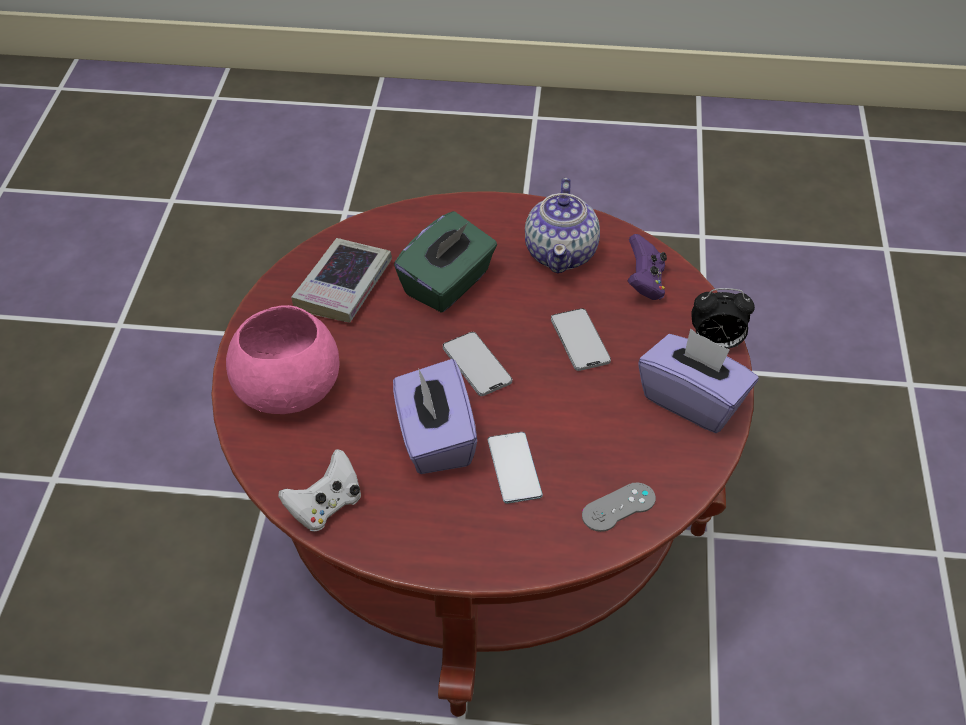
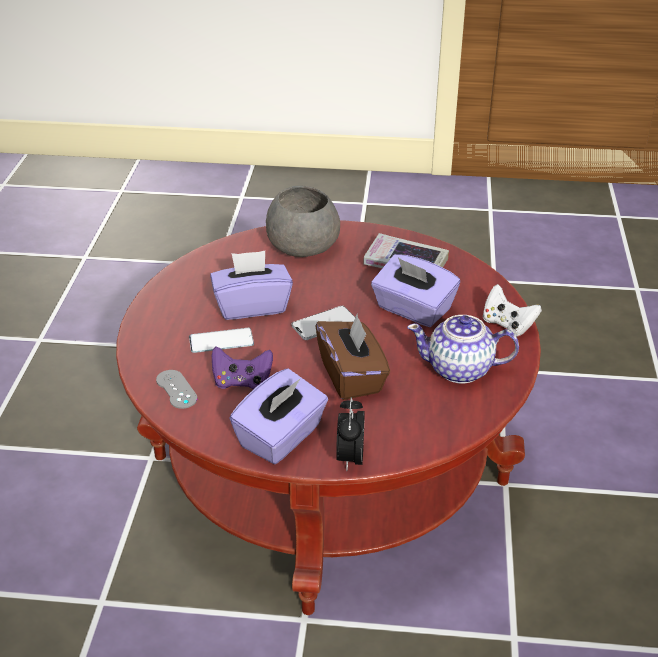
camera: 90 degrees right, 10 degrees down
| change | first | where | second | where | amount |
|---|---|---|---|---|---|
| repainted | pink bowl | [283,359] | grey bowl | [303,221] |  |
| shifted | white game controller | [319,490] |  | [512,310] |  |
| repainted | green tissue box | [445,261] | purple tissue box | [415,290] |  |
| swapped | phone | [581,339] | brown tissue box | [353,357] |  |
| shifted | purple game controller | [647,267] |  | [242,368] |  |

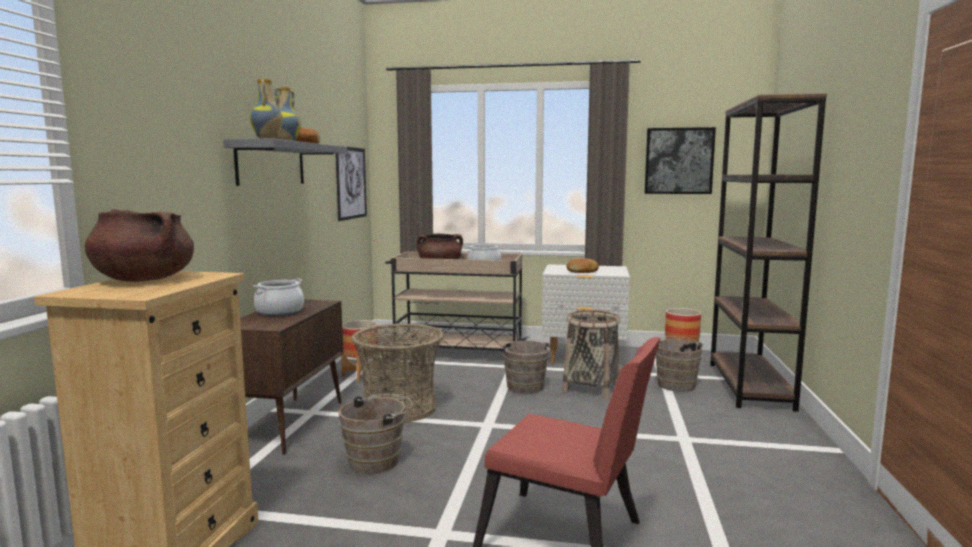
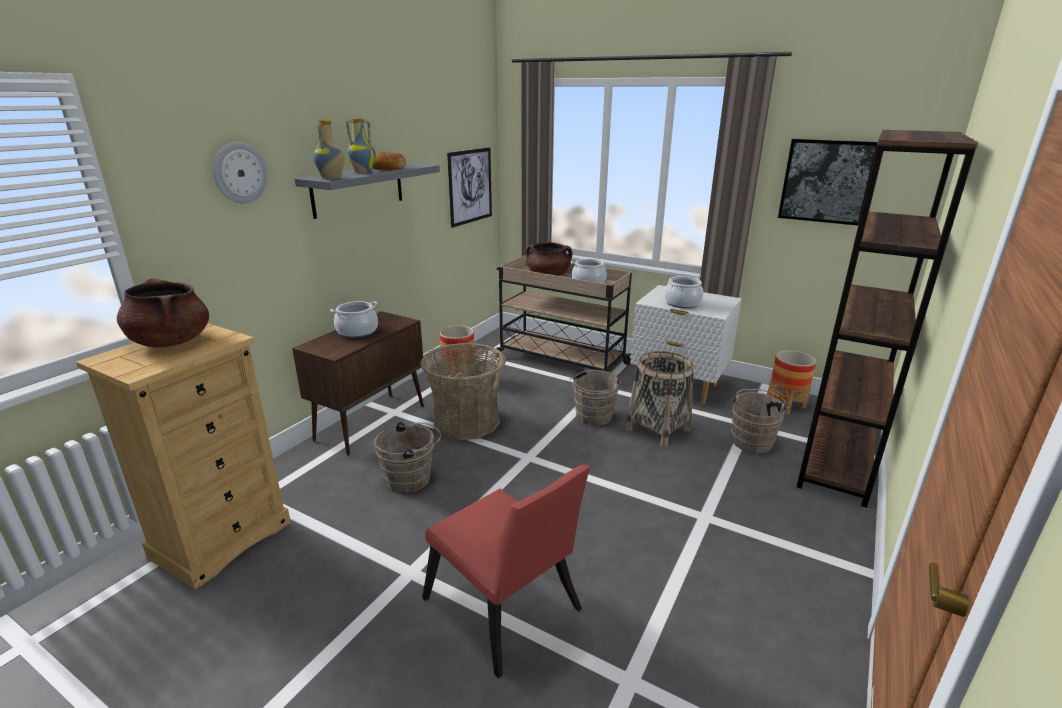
camera: 20 degrees right, 15 degrees up
| change | first | where | second | where | amount |
|---|---|---|---|---|---|
| swapped | bread | [582,265] | cooking pot | [683,291] |  |
| new |  |  | wall clock | [240,172] |  |

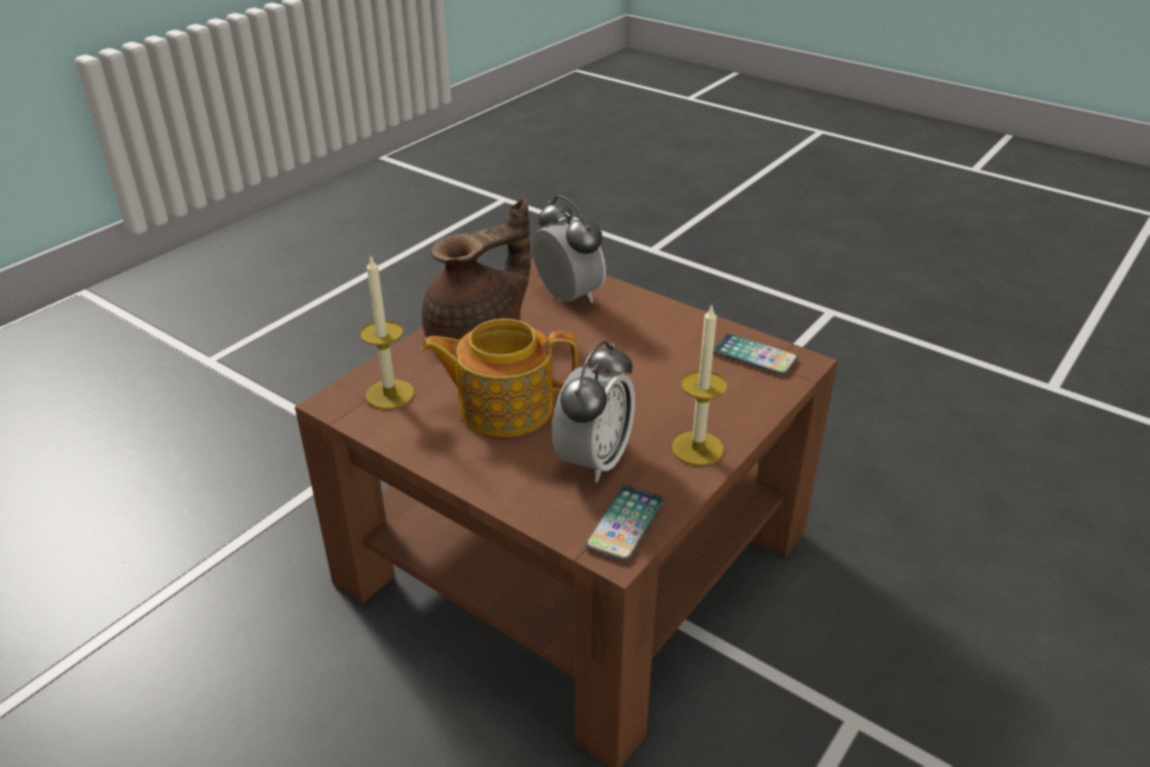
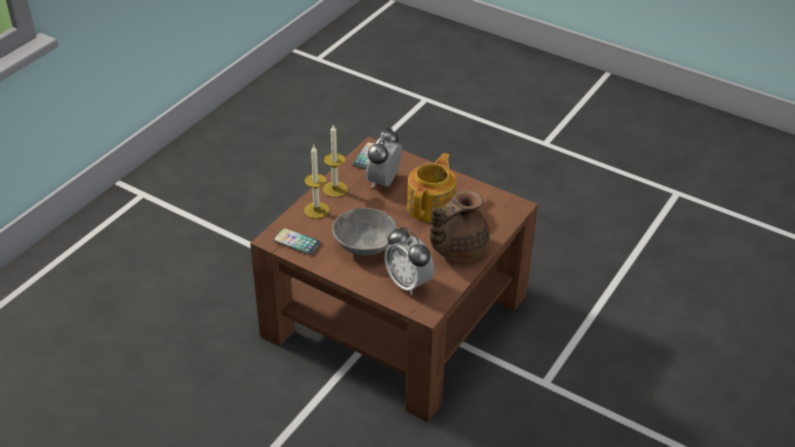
camera: 175 degrees right, 5 degrees up
| change | first | where | second | where | amount |
|---|---|---|---|---|---|
| shifted | candle | [387,332] |  | [317,182] |  |
| rotated | teapot | [499,377] |  | [431,188] | 60 degrees counterclockwise |
| new |  |  | grey bowl | [364,232] |  |

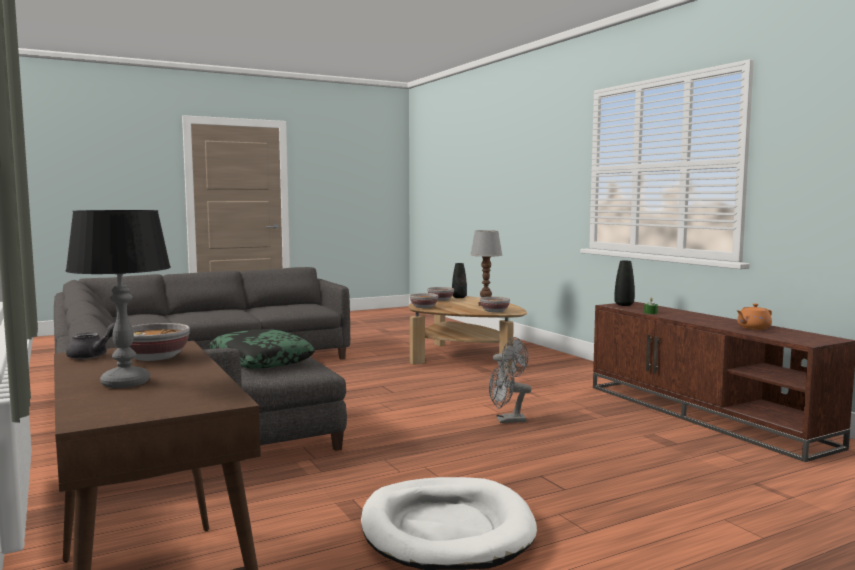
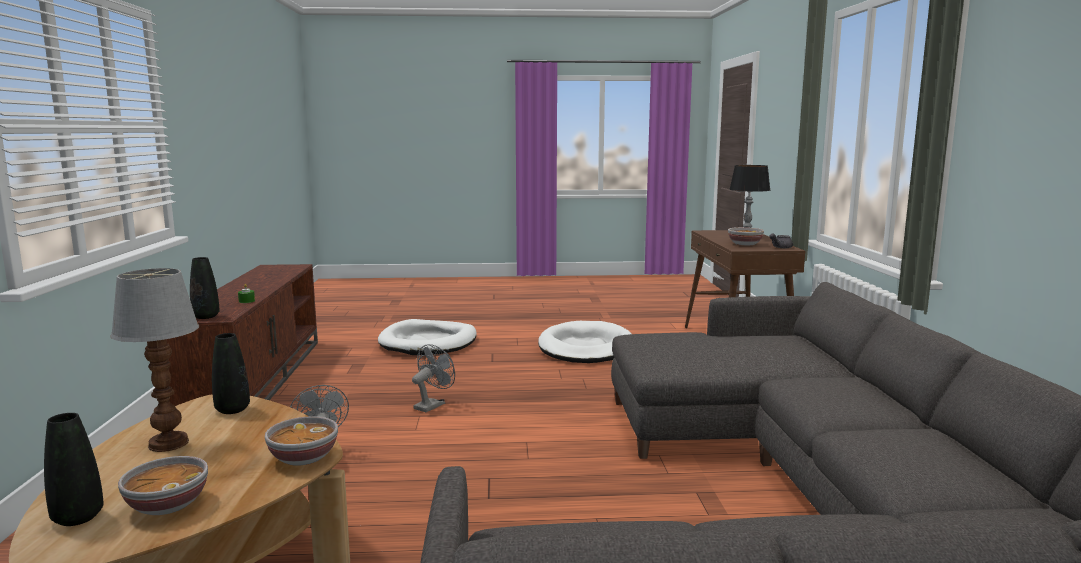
camera: 155 degrees left, 5 degrees up
| change | first | where | second | where | amount |
|---|---|---|---|---|---|
| gone | pillow | [262,349] |  |  |  |
| swapped | bowl | [495,304] | black vase | [231,373] |  |
| rotated | grey fan | [510,392] |  | [433,378] | 75 degrees counterclockwise |
| gone | orange teapot | [754,316] |  |  |  |
| new |  |  | white dog bed | [427,337] |  |

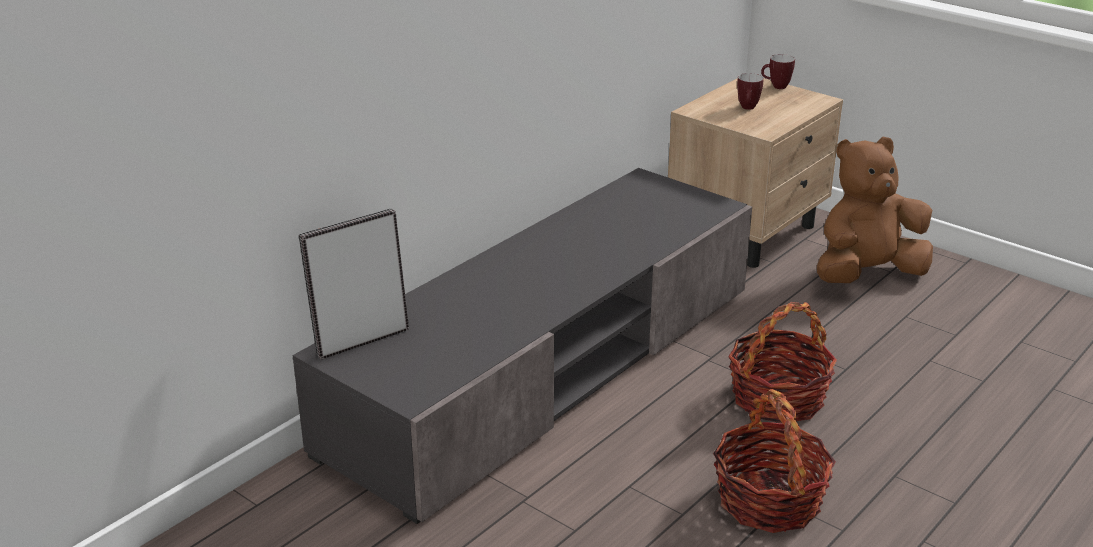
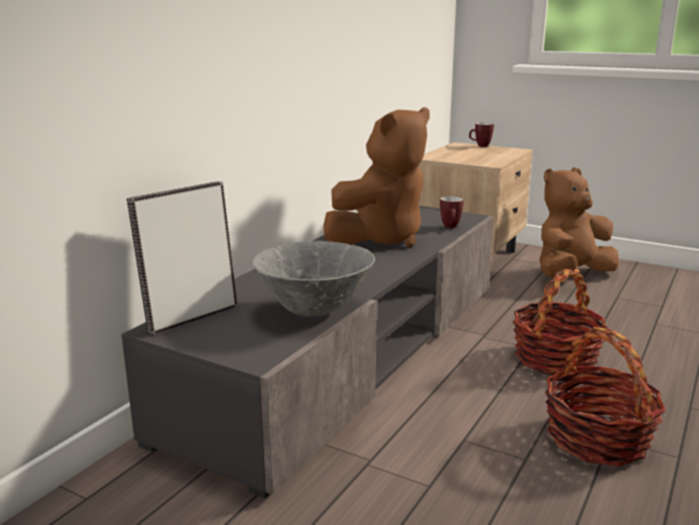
camera: 10 degrees left, 10 degrees down
| change | first | where | second | where | amount |
|---|---|---|---|---|---|
| shifted | mug | [750,91] |  | [452,212] |  |
| new |  |  | grey bowl | [313,279] |  |
| new |  |  | brown plush toy | [376,177] |  |

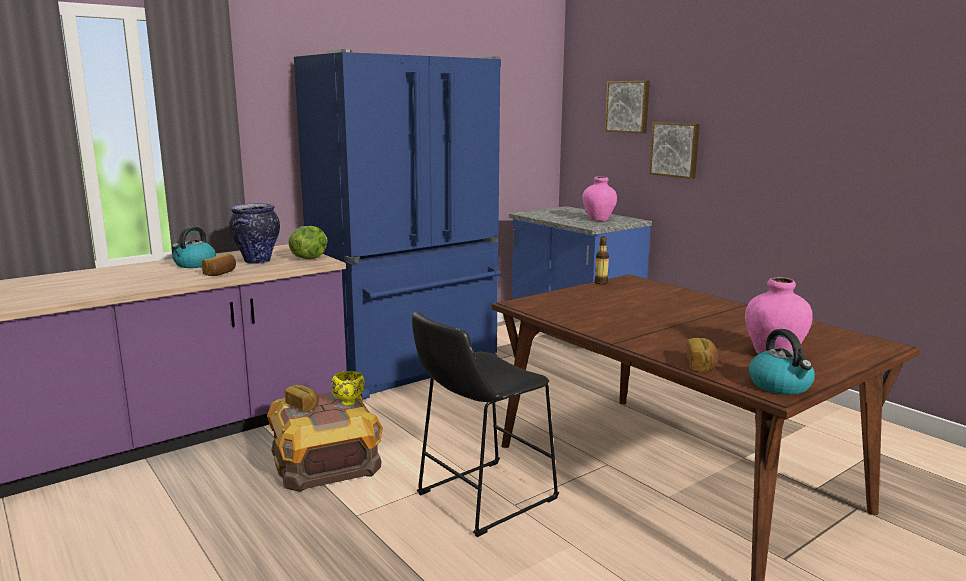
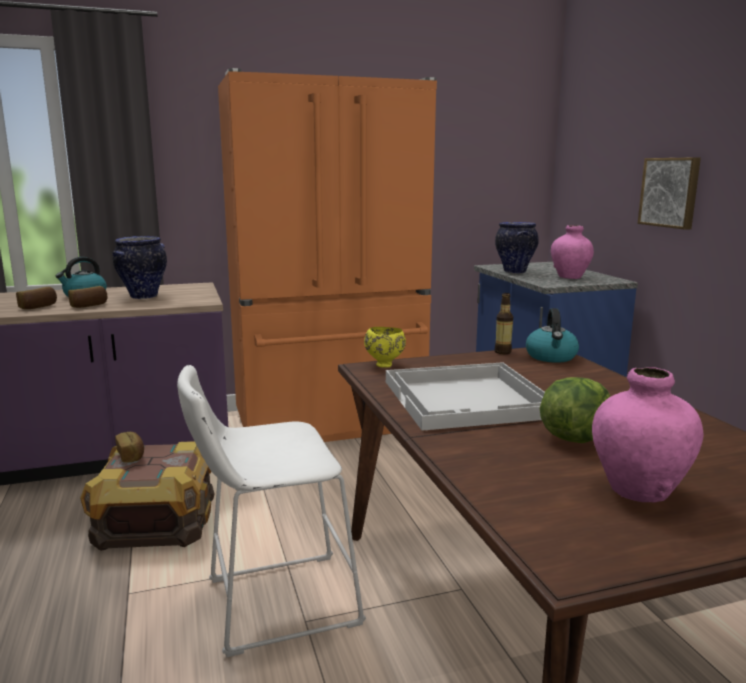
camera: 20 degrees right, 0 degrees up
| change | first | where | second | where | amount |
|---|---|---|---|---|---|
| shifted | lettuce | [308,242] |  | [575,410] |  |
| repainted | blue fridge | [397,224] | orange fridge | [327,255] |  |
| shifted | yellow bowl | [348,388] |  | [385,347] |  |
| repainted | black stool | [485,424] | white stool | [271,511] |  |
| gone | picture | [627,107] |  |  |  |
| shifted | bread | [702,355] |  | [36,298] |  |
| shifted | kettle | [782,362] |  | [552,335] |  |
| new |  |  | white tray | [465,396] |  |
| new |  |  | vase | [517,247] |  |

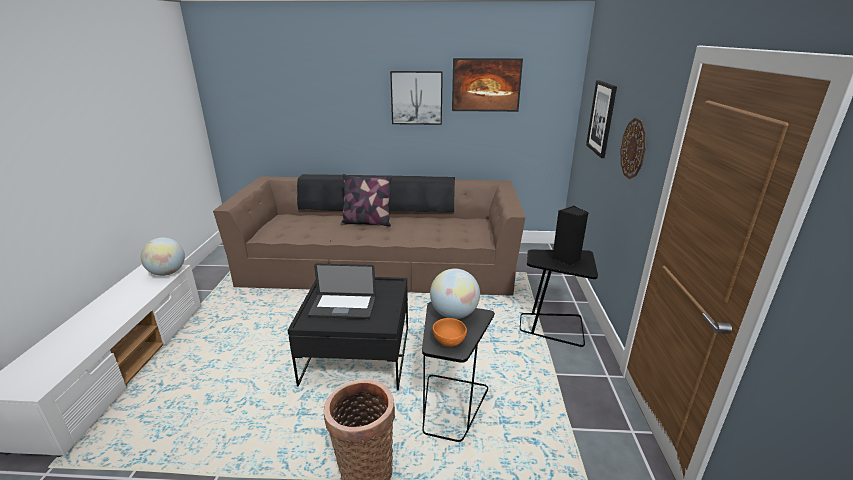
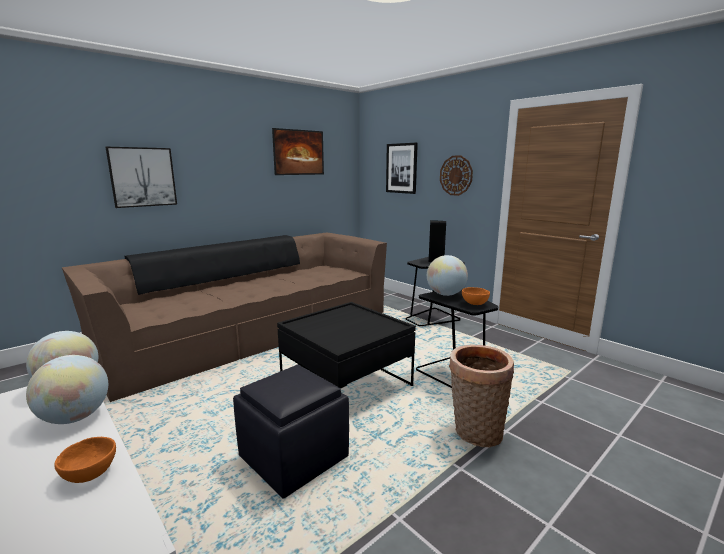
camera: 45 degrees left, 10 degrees down
| change | first | where | second | where | amount |
|---|---|---|---|---|---|
| gone | laptop | [342,291] |  |  |  |
| gone | pillow | [366,200] |  |  |  |
| shifted | picture | [416,98] |  | [141,177] |  |
| new |  |  | globe | [67,389] |  |
| new |  |  | orange bowl | [85,460] |  |
| new |  |  | black ottoman | [291,431] |  |

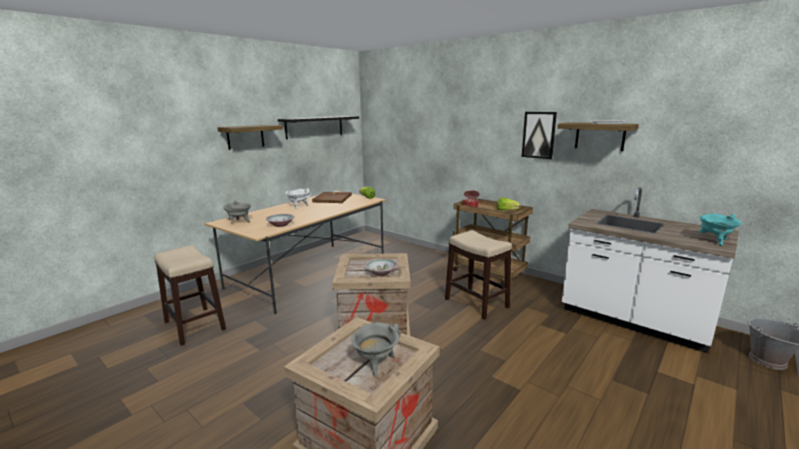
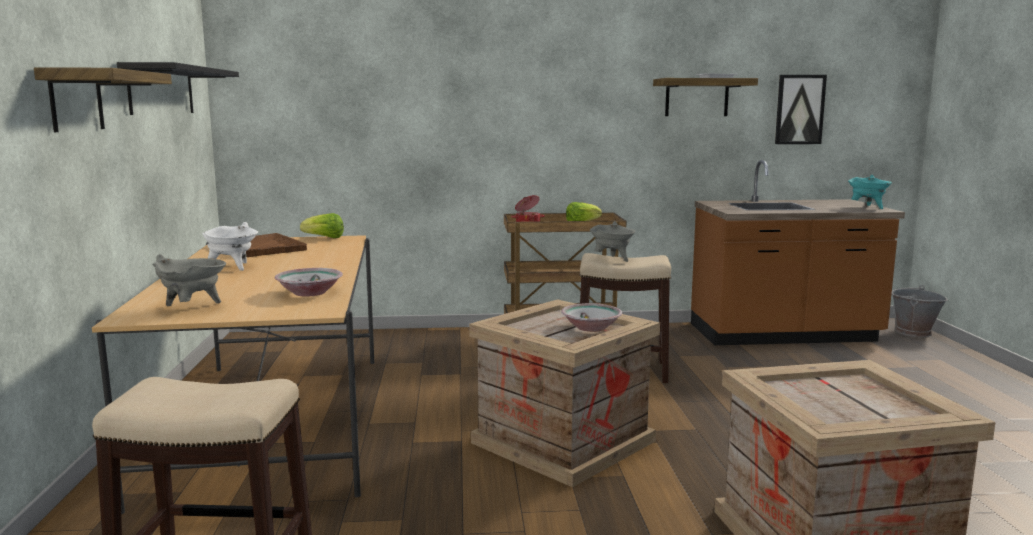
camera: 45 degrees left, 5 degrees down
| change | first | where | second | where | amount |
|---|---|---|---|---|---|
| shifted | grey cooking pot | [376,349] |  | [612,241] |  |
| shifted | picture | [539,135] |  | [801,109] |  |
| repainted | white counter | [650,270] | brown counter | [798,252] |  |

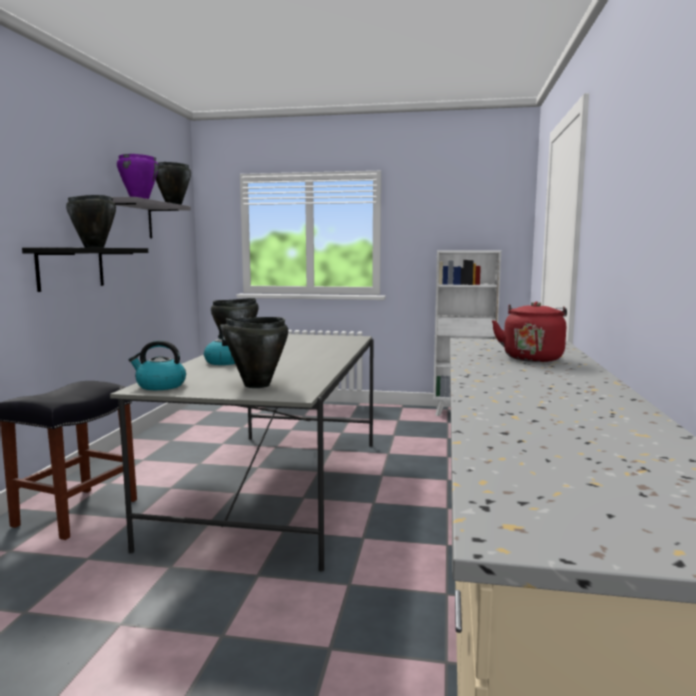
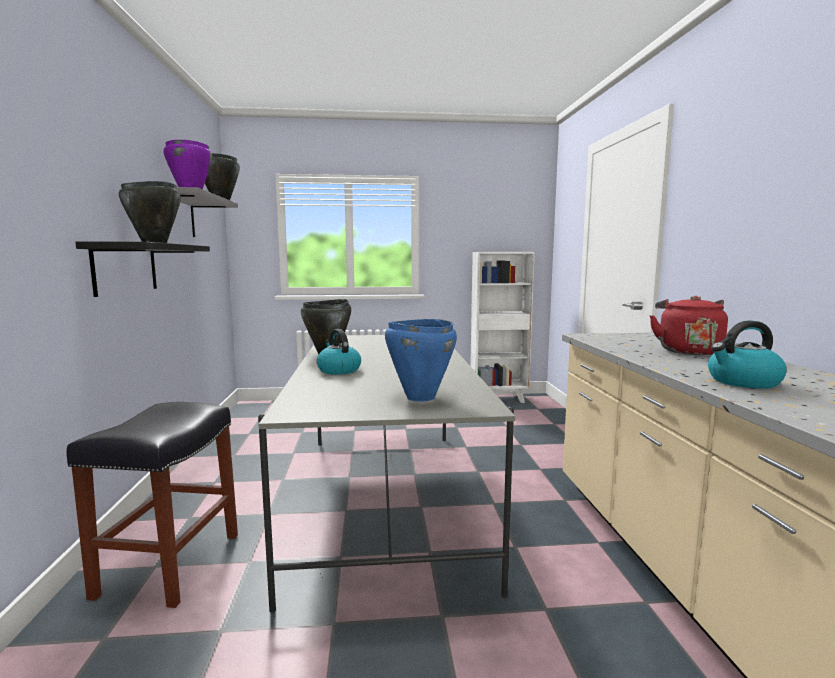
camera: 15 degrees left, 0 degrees up
| change | first | where | second | where | amount |
|---|---|---|---|---|---|
| shifted | kettle | [157,365] |  | [747,354] |  |
| repainted | black cooking pot | [255,352] | blue cooking pot | [421,360] |  |

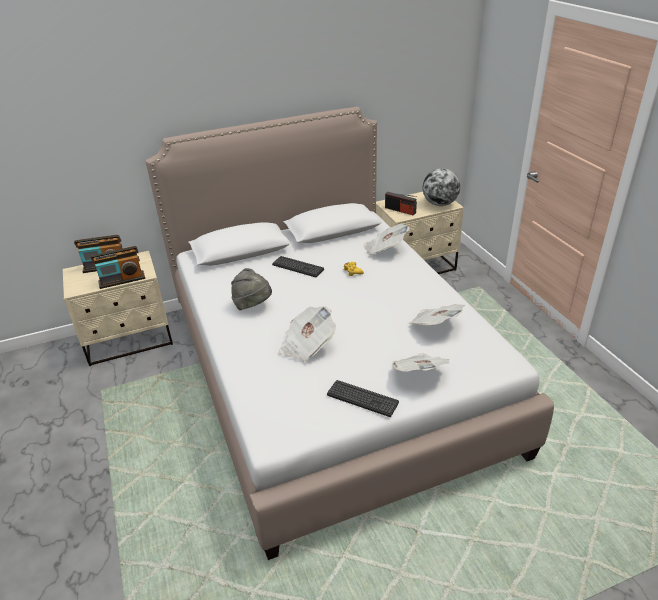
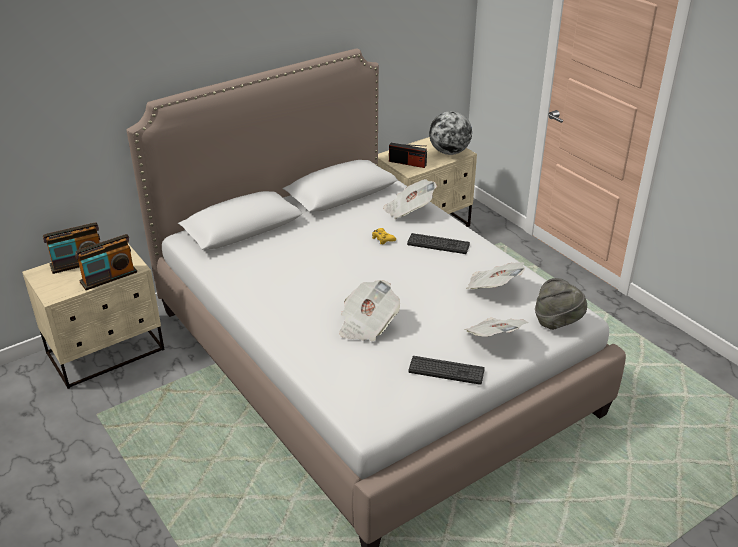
camera: 15 degrees left, 0 degrees up
| change | first | where | second | where | amount |
|---|---|---|---|---|---|
| shifted | grey hat | [251,289] |  | [561,304] |  |
| shifted | keyboard | [298,266] |  | [438,243] |  |

